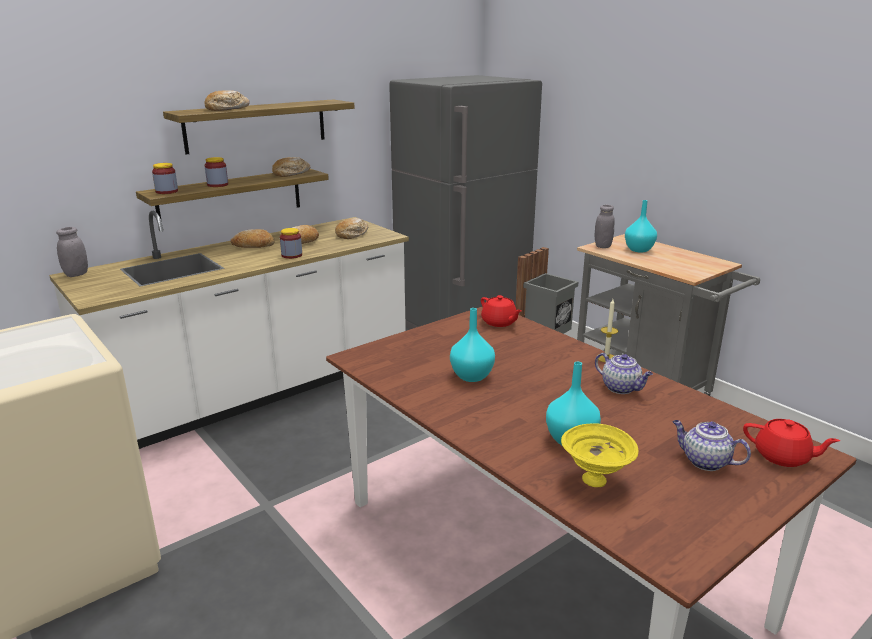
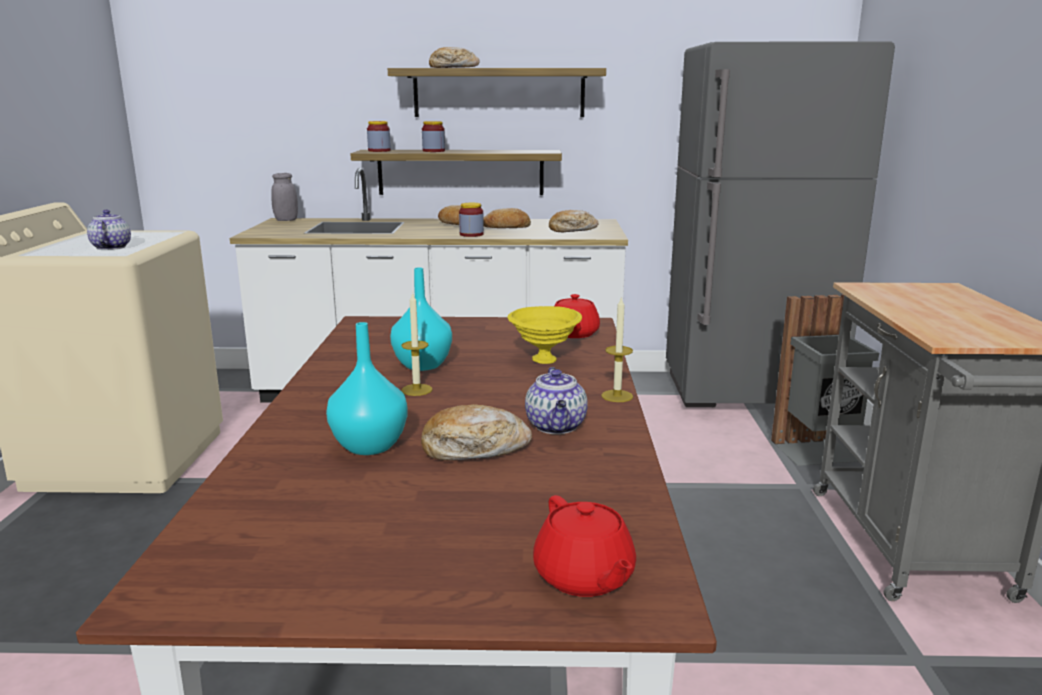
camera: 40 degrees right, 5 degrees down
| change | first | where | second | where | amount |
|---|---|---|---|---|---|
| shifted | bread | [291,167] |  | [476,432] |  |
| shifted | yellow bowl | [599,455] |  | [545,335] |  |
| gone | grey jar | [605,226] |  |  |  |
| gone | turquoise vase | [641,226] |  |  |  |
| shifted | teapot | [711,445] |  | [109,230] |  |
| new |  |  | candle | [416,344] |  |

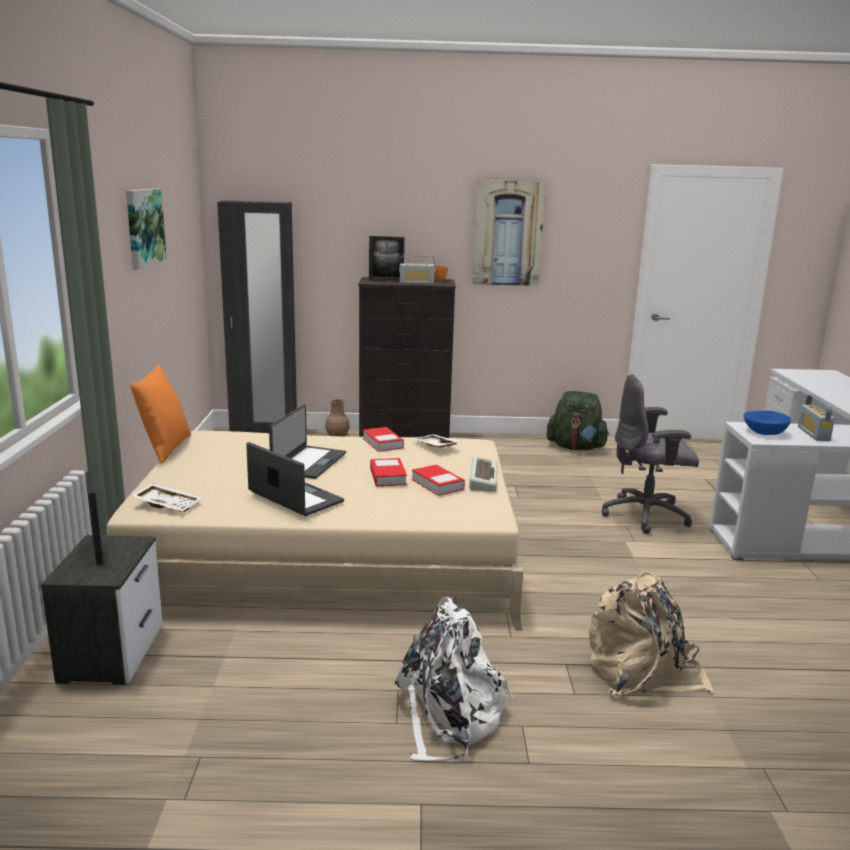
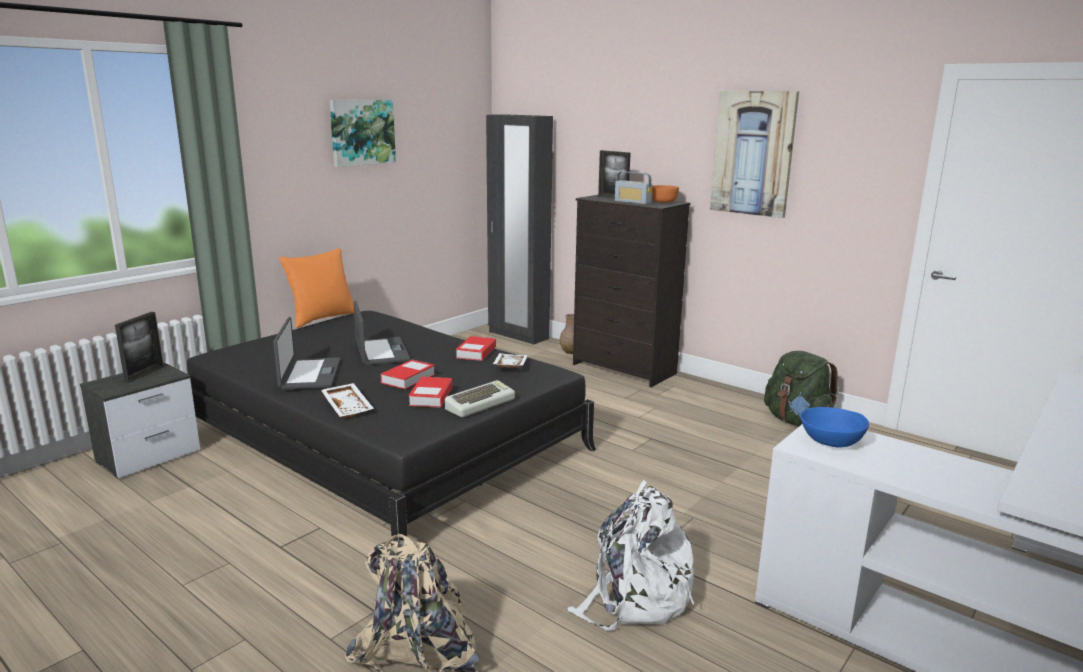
camera: 40 degrees right, 0 degrees up
| change | first | where | second | where | amount |
|---|---|---|---|---|---|
| repainted | beige bed | [315,531] | black bed | [391,425] |  |
| shifted | white tray | [166,497] |  | [347,400] |  |
| rotated | laptop | [307,442] |  | [381,333] | 75 degrees counterclockwise |
| shifted | white backpack | [454,678] |  | [630,555] |  |
| gone | grey office chair | [650,454] |  |  |  |
| gone | radio | [816,418] |  |  |  |

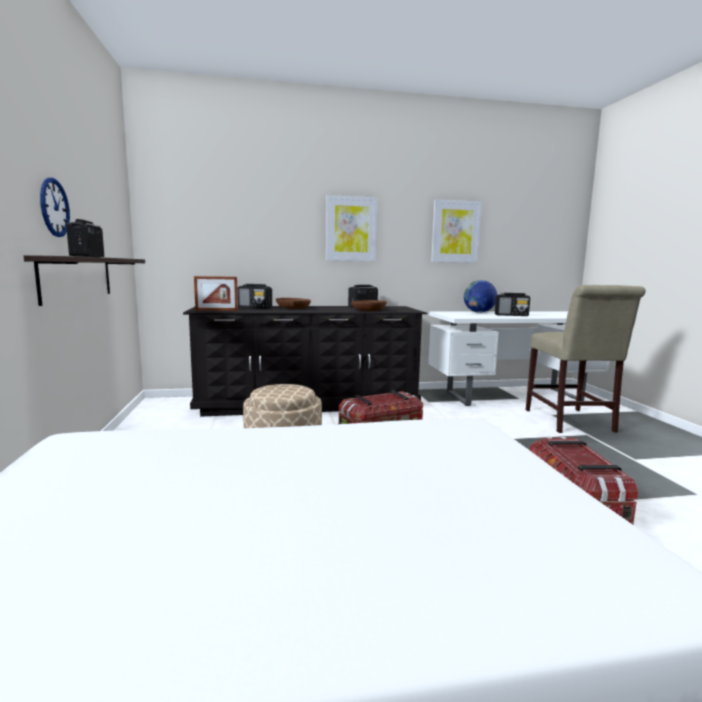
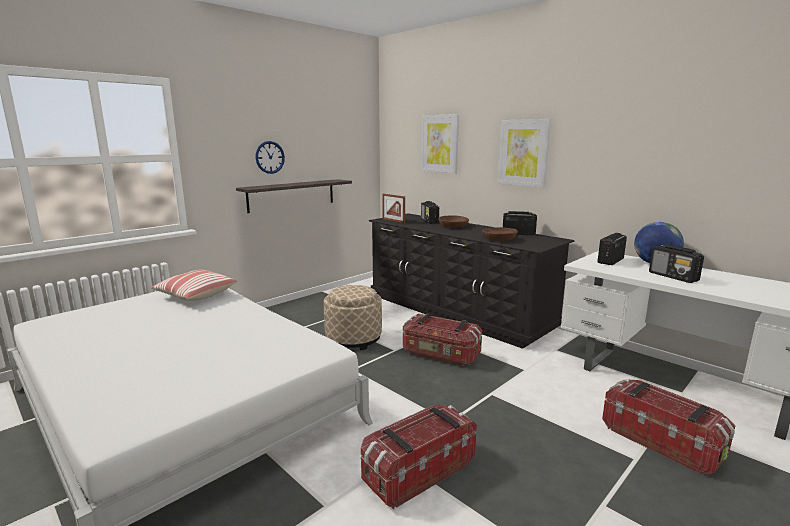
camera: 55 degrees right, 5 degrees up
| change | first | where | second | where | amount |
|---|---|---|---|---|---|
| shifted | radio | [85,238] |  | [612,249] |  |
| shifted | picture | [456,231] |  | [440,144] |  |
| swapped | beige chair | [586,359] | storage box | [668,427] |  |
| new |  |  | pillow | [193,285] |  |

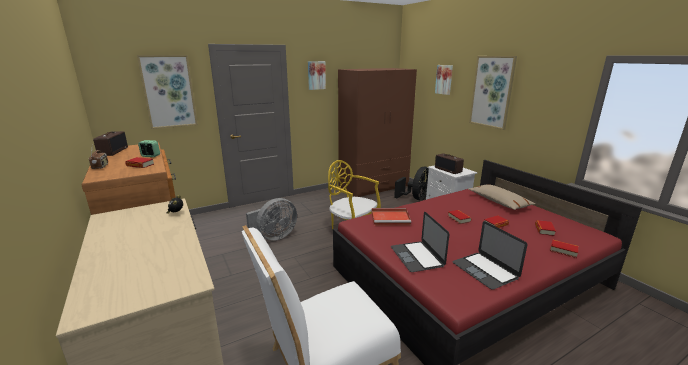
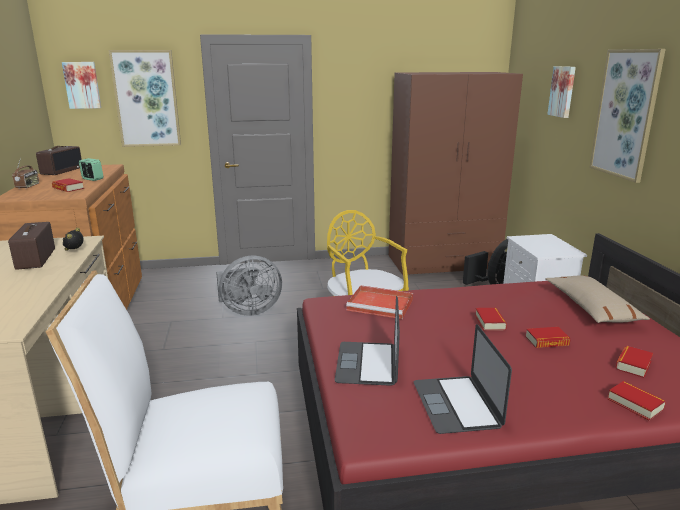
camera: 20 degrees right, 0 degrees up
| change | first | where | second | where | amount |
|---|---|---|---|---|---|
| shifted | picture | [317,75] |  | [81,85] |  |
| shifted | radio | [449,163] |  | [31,246] |  |

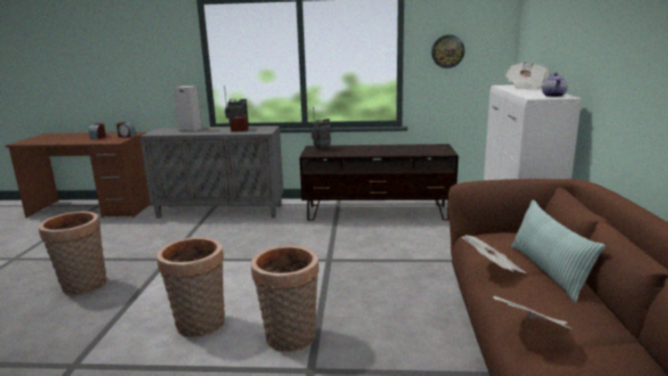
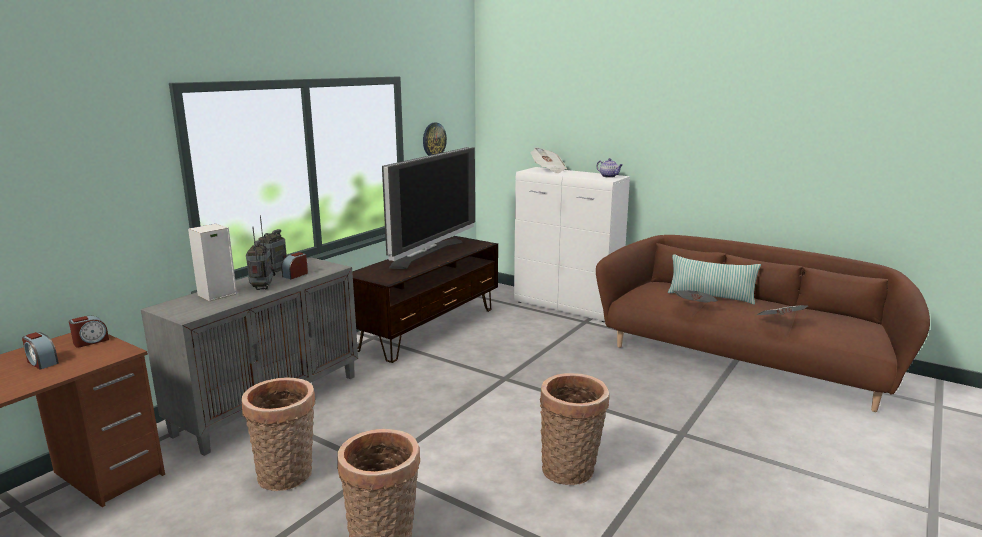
camera: 60 degrees left, 0 degrees up
| change | first | where | second | where | amount |
|---|---|---|---|---|---|
| shifted | basket | [285,298] |  | [278,434] |  |
| shifted | radio | [321,128] |  | [259,258] |  |
| new |  |  | television | [428,208] |  |

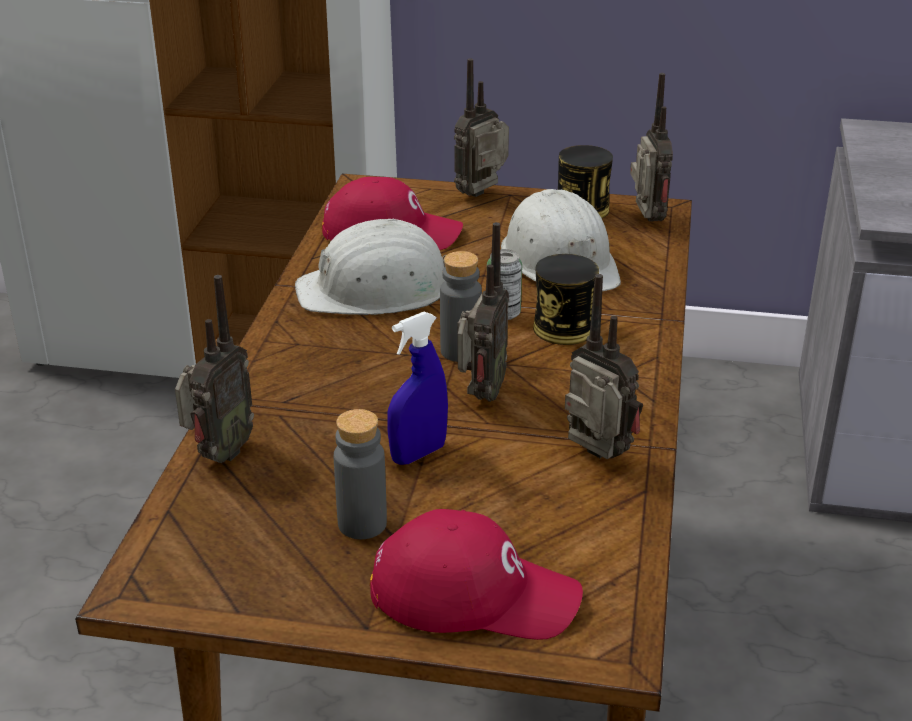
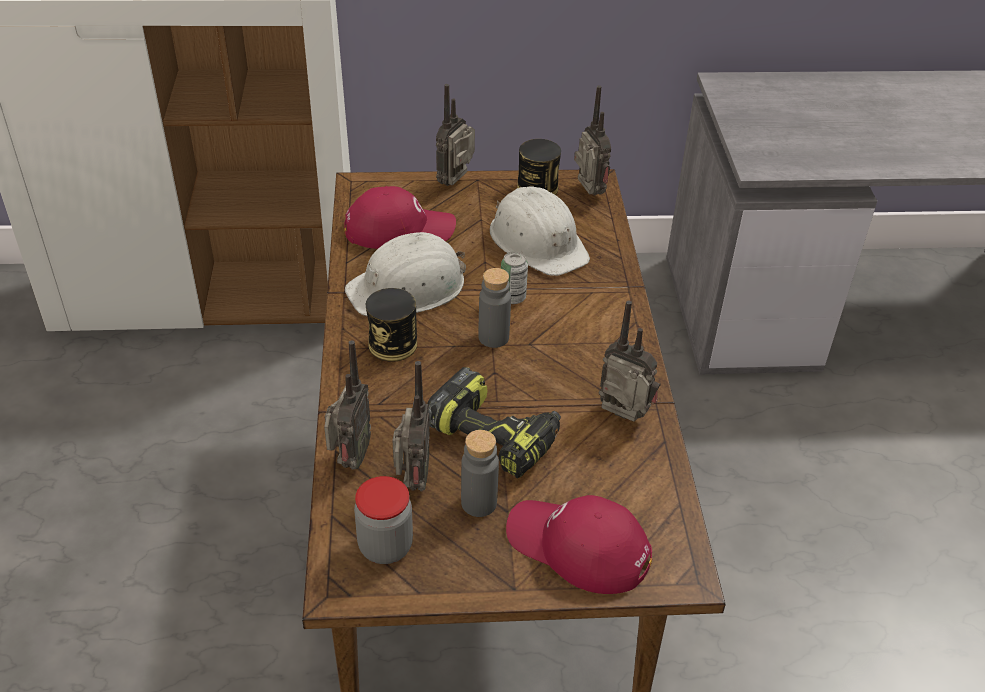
camera: 15 degrees left, 10 degrees up
| change | first | where | second | where | amount |
|---|---|---|---|---|---|
| rotated | red cap | [476,574] |  | [579,544] | 150 degrees counterclockwise |
| swapped | blue spray bottle | [417,388] | power drill | [494,422] |  |
| shifted | radio | [483,312] |  | [411,426] |  |
| shifted | can | [566,299] |  | [391,325] |  |
| new |  |  | jar | [383,520] |  |

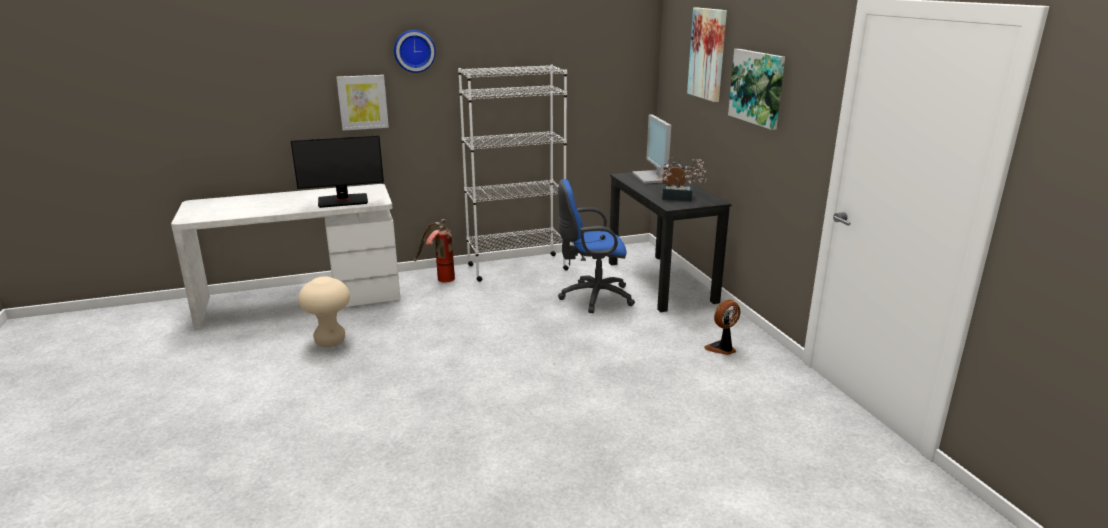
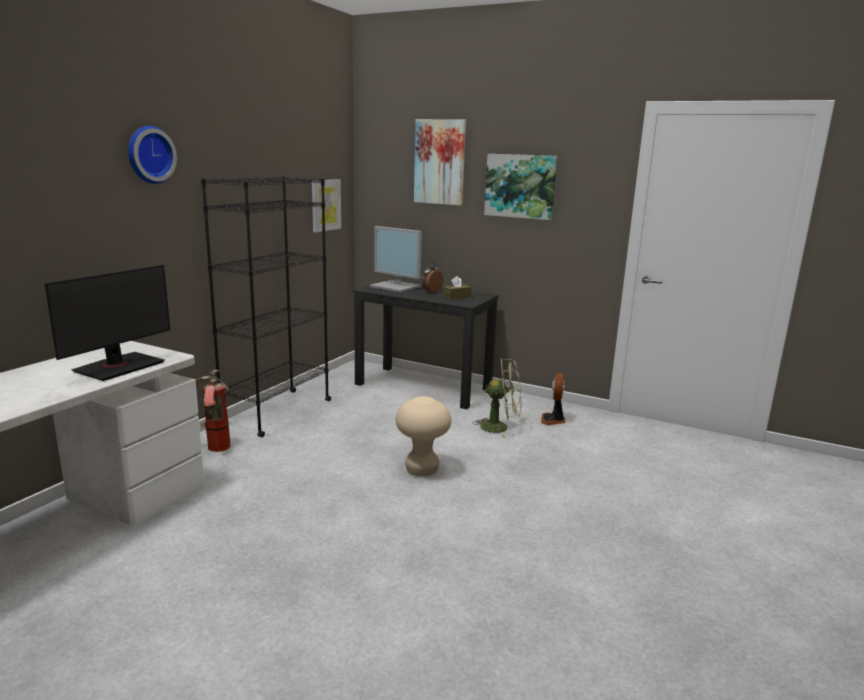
camera: 45 degrees left, 5 degrees down
| change | first | where | second | where | amount |
|---|---|---|---|---|---|
| shifted | beige stool | [324,311] |  | [423,436] |  |
| shifted | picture | [362,103] |  | [326,206] |  |
| repainted | white bookcase | [513,173] | black bookcase | [266,306] |  |
| gone | blue office chair | [596,246] |  |  |  |
| swapped | potted plant | [681,180] | brown tissue box | [457,288] |  |
| new |  |  | green fan | [497,398] |  |

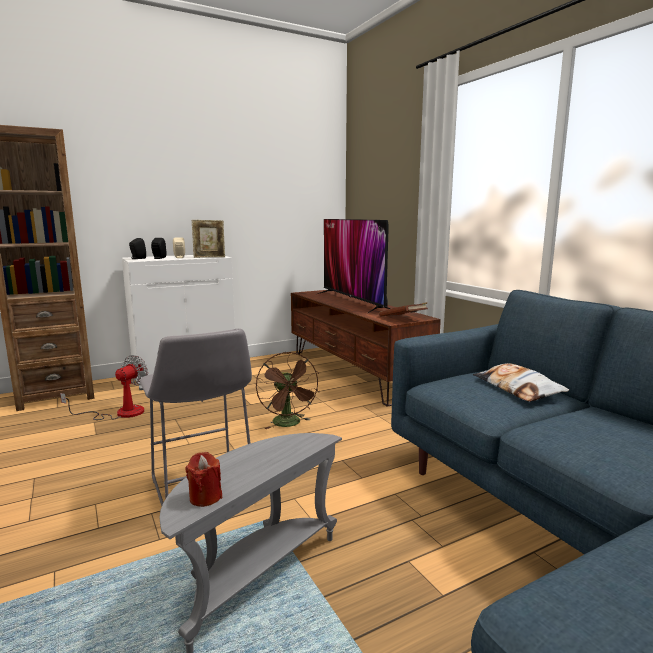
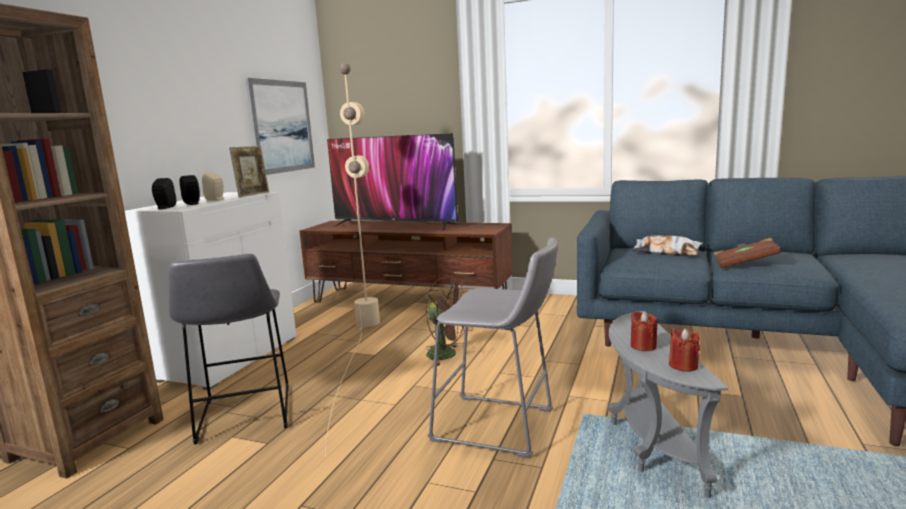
camera: 40 degrees left, 0 degrees up
| change | first | where | second | where | amount |
|---|---|---|---|---|---|
| swapped | fan | [104,387] | grey stool | [228,349] |  |
| shifted | brown book | [403,309] |  | [747,253] |  |
| new |  |  | picture | [280,126] |  |
| new |  |  | beige floor lamp | [352,260] |  |
| new |  |  | red candle | [644,331] |  |

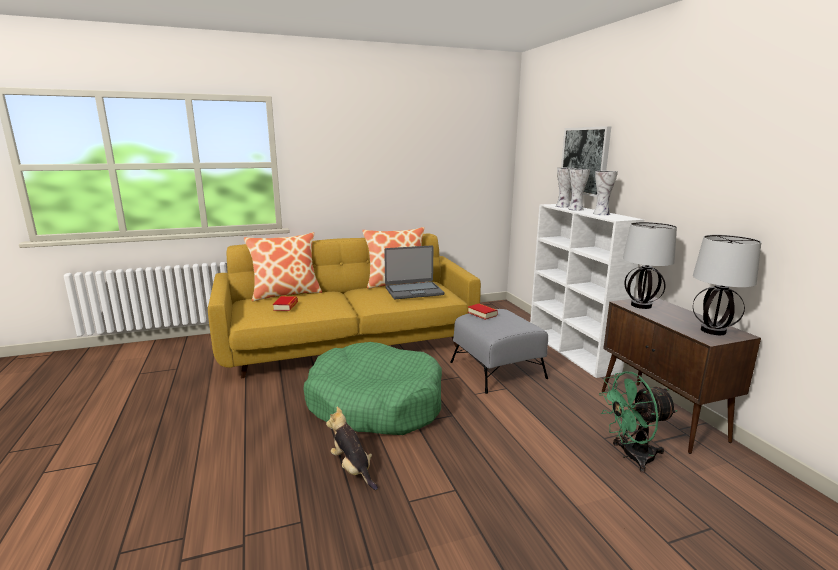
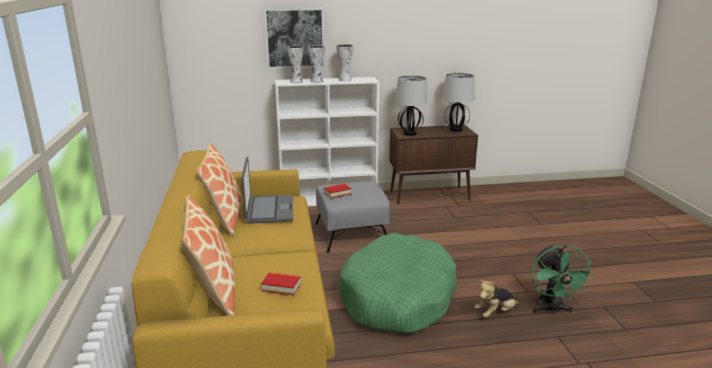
camera: 80 degrees left, 5 degrees up
| change | first | where | second | where | amount |
|---|---|---|---|---|---|
| shifted | green fan | [638,422] |  | [563,279] |  |

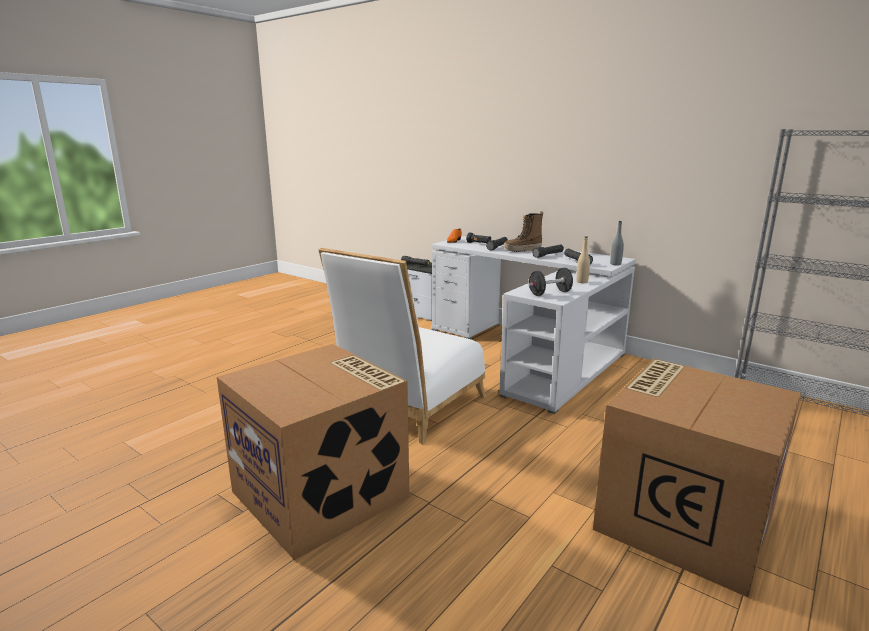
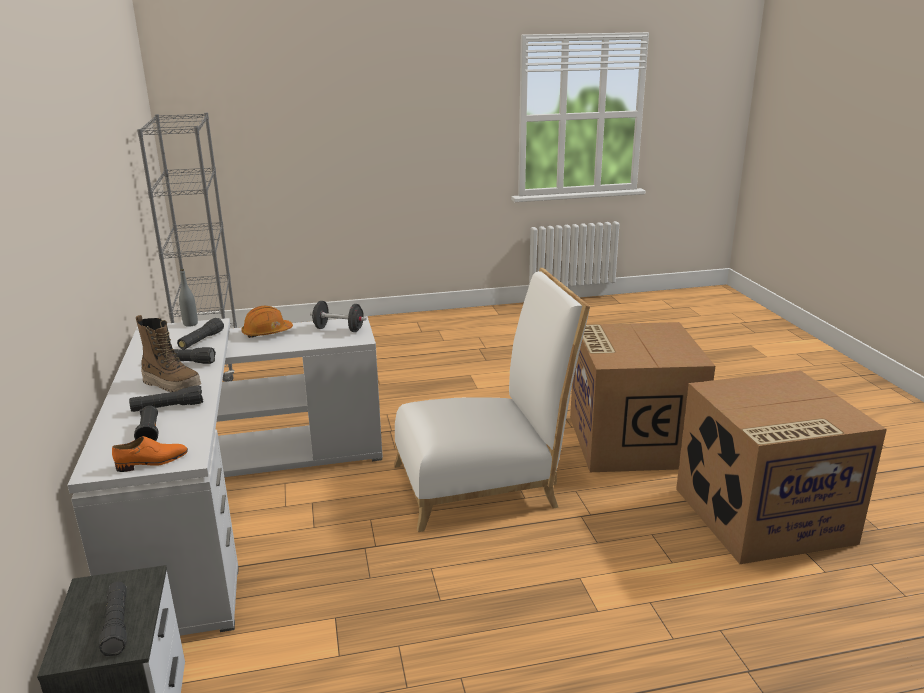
camera: 140 degrees left, 5 degrees up
| change | first | where | second | where | amount |
|---|---|---|---|---|---|
| swapped | beige bottle | [583,259] | orange hard hat | [267,322] |  |
| shifted | cardboard box | [697,478] |  | [781,467] |  |

